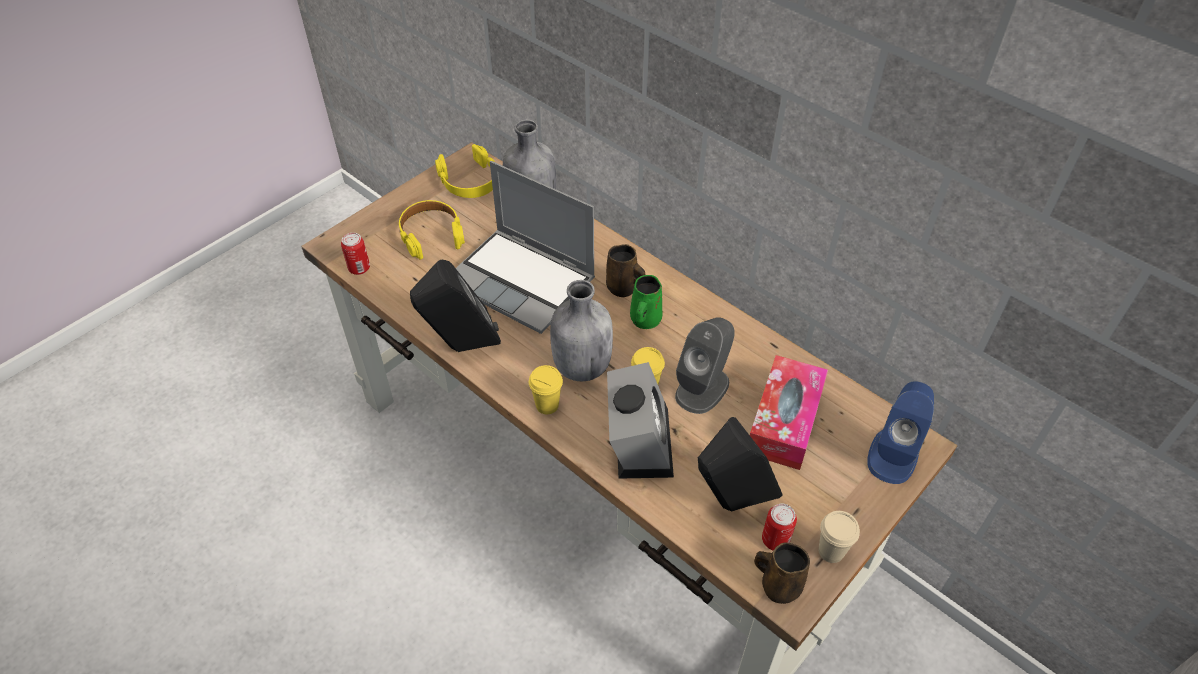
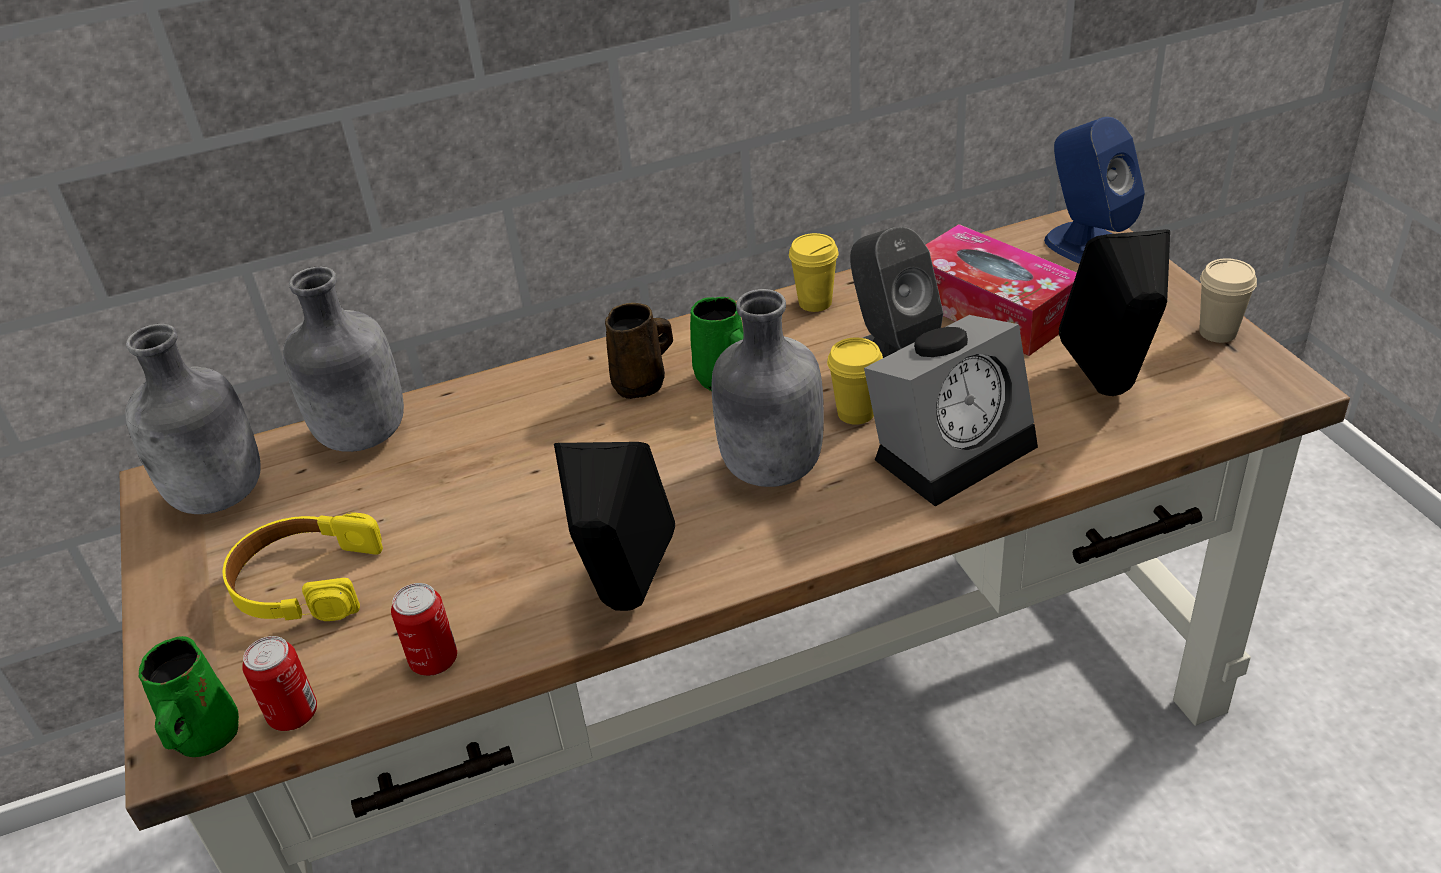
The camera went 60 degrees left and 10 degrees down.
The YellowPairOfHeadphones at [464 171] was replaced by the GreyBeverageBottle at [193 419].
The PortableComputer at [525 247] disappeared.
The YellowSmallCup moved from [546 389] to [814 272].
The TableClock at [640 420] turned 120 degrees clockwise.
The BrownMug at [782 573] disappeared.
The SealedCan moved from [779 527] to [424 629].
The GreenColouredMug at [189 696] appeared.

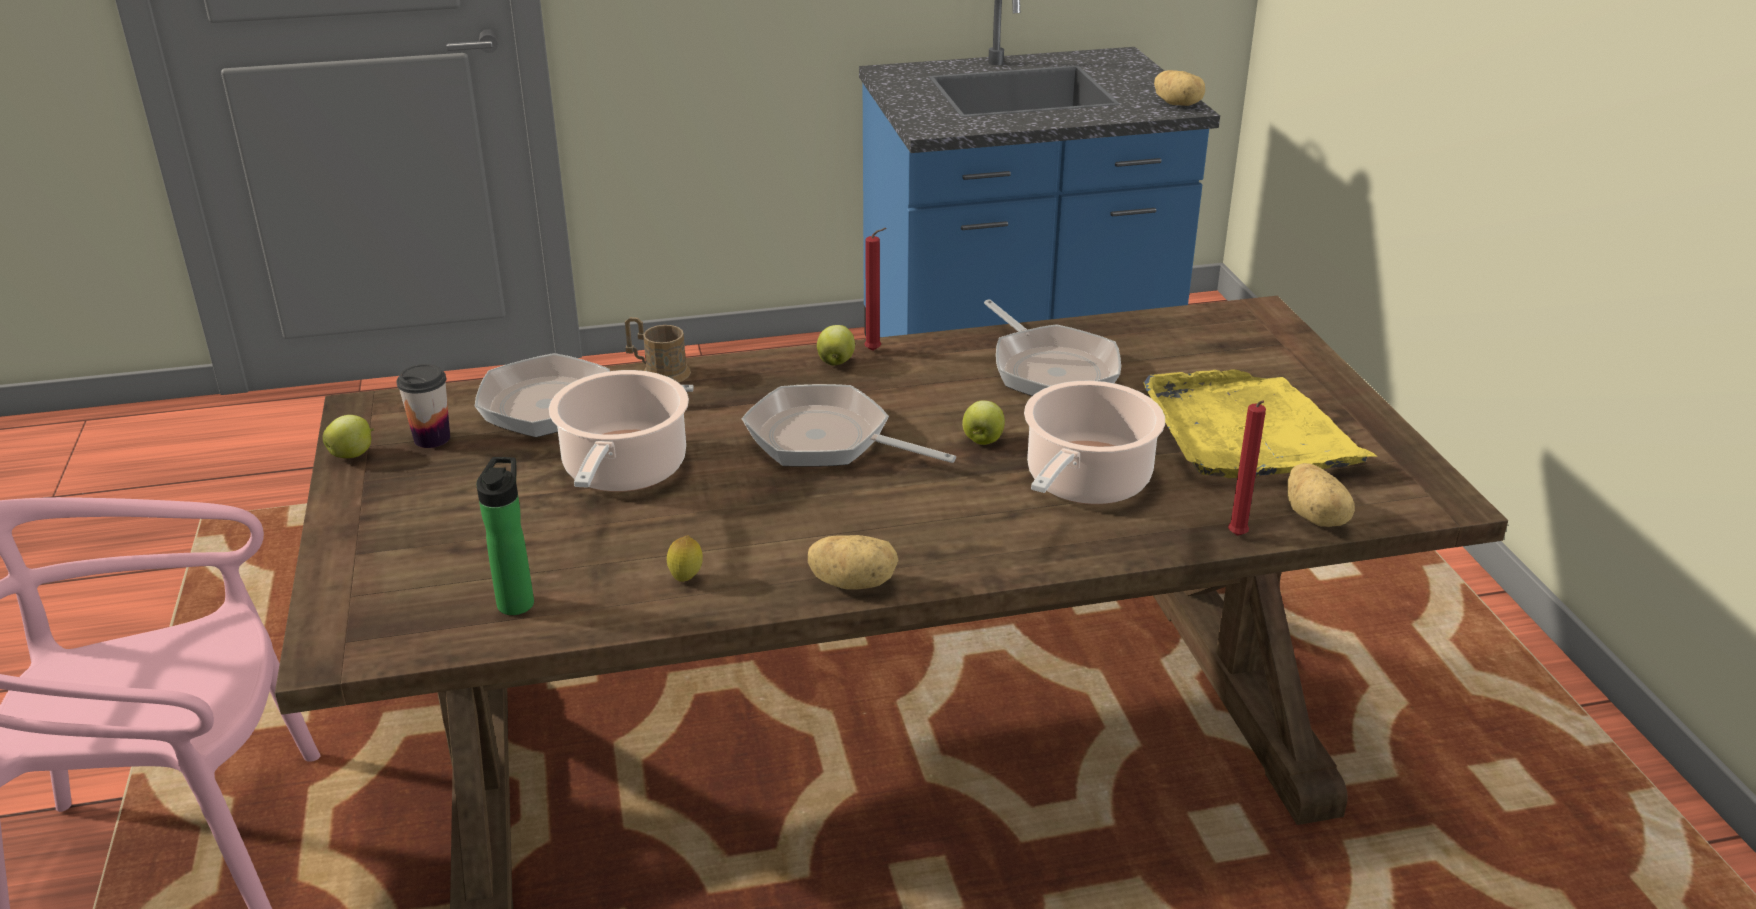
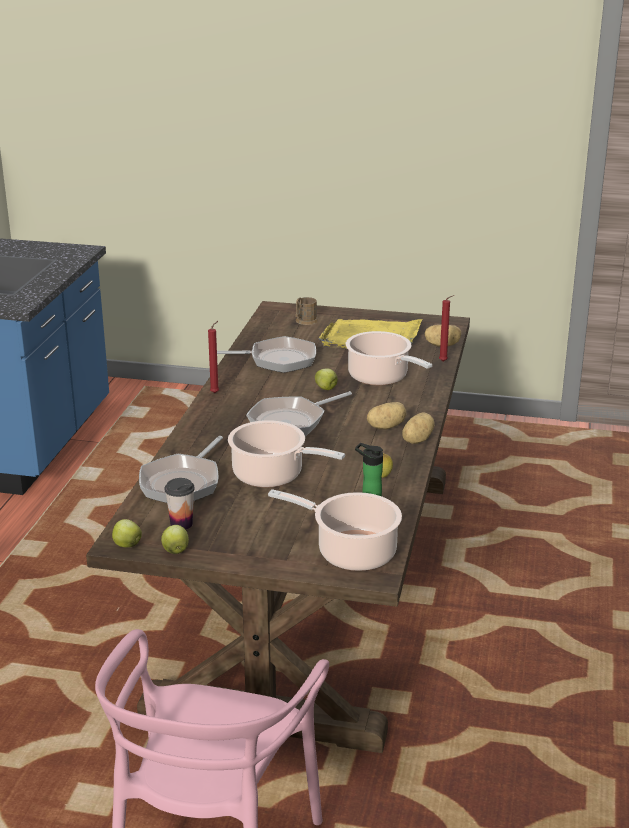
The camera went 65 degrees left and 5 degrees down.
The BrownMug moved from [658 350] to [307 311].
The AppleFruit moved from [836 345] to [127 533].
The WholePotato moved from [1179 88] to [386 416].
The Saucepot at [335 530] appeared.

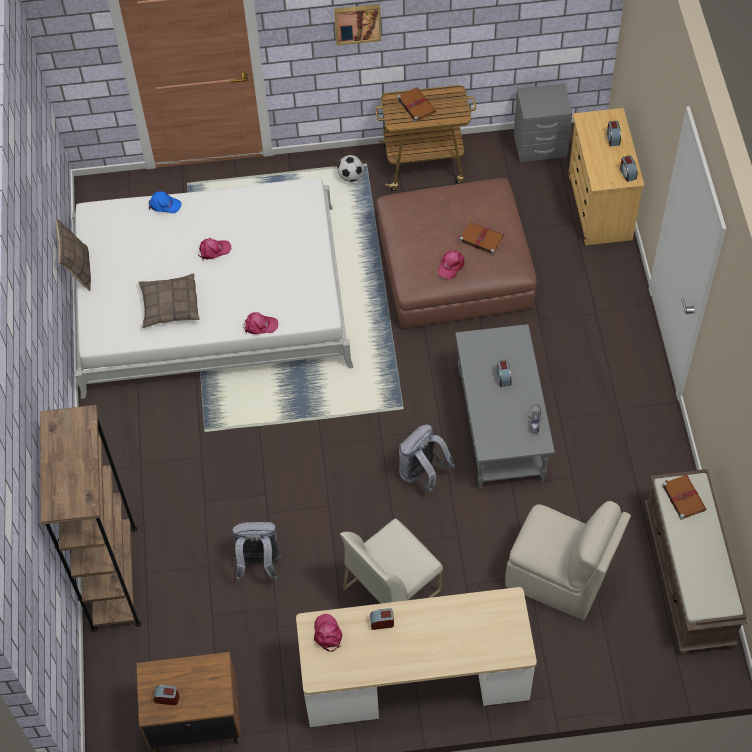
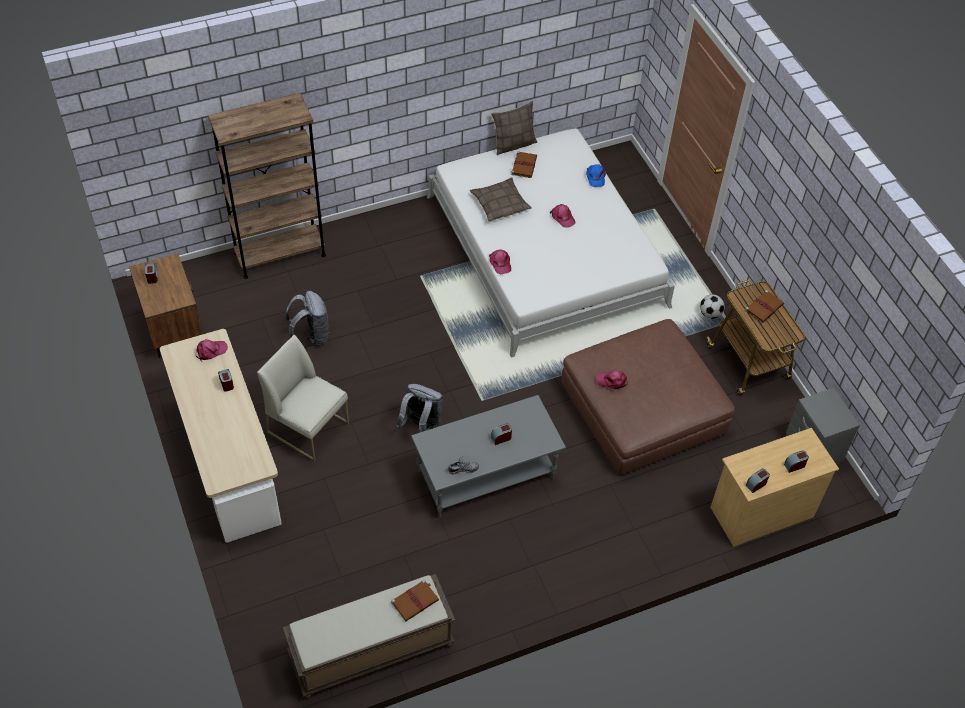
The camera went 70 degrees right and 5 degrees down.
The WallArt at [357 25] disappeared.
The BrownBoundBook moved from [481 238] to [524 164].
The BeigeChair at [568 560] disappeared.

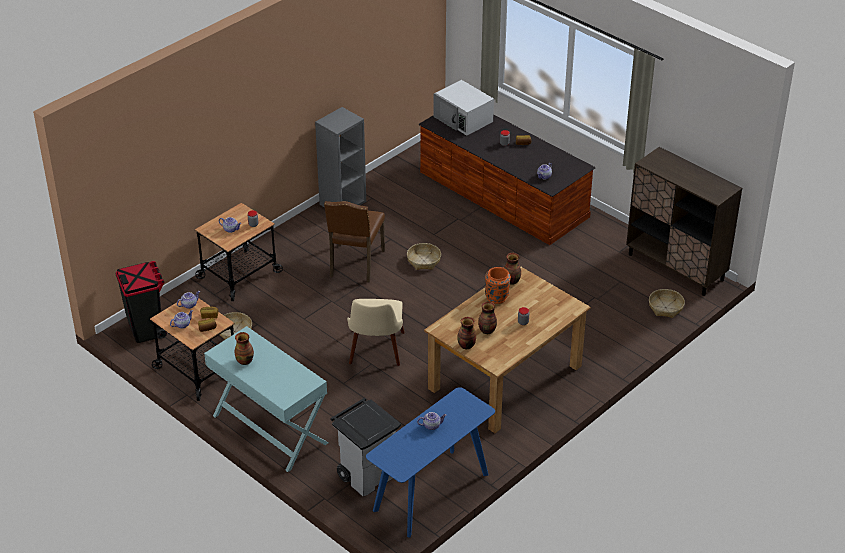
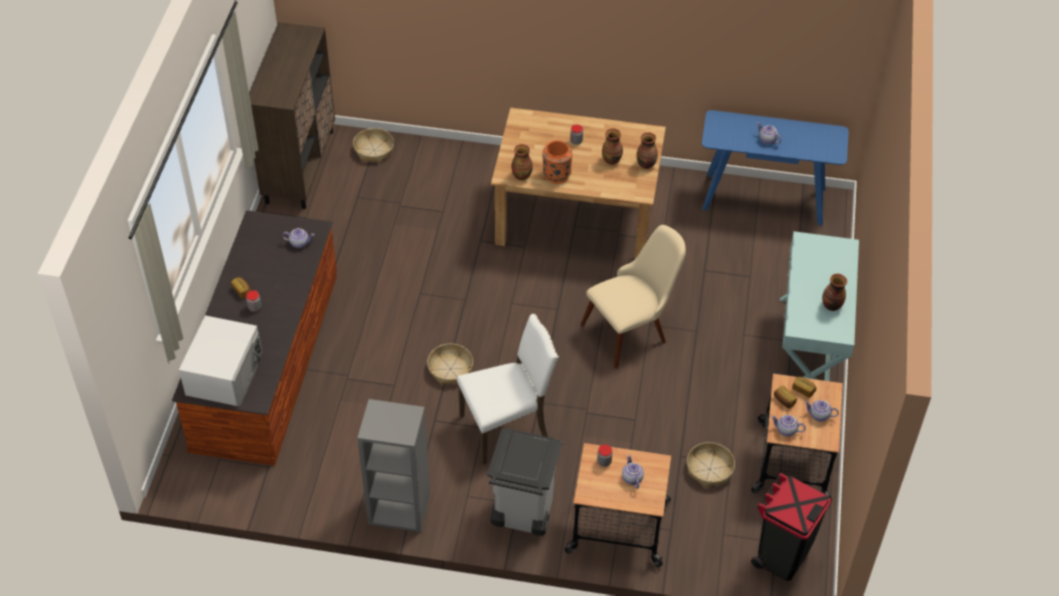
The camera went 125 degrees left and 10 degrees up.
The BrownChair at [354 241] became the WhitishChair at [508 389].
The GreyRubbishBin moved from [366 447] to [525 482].

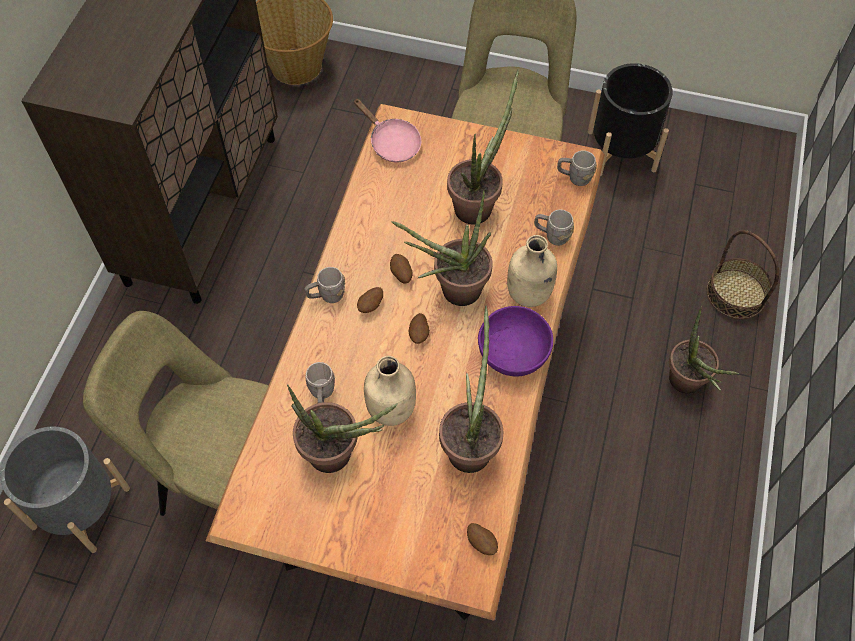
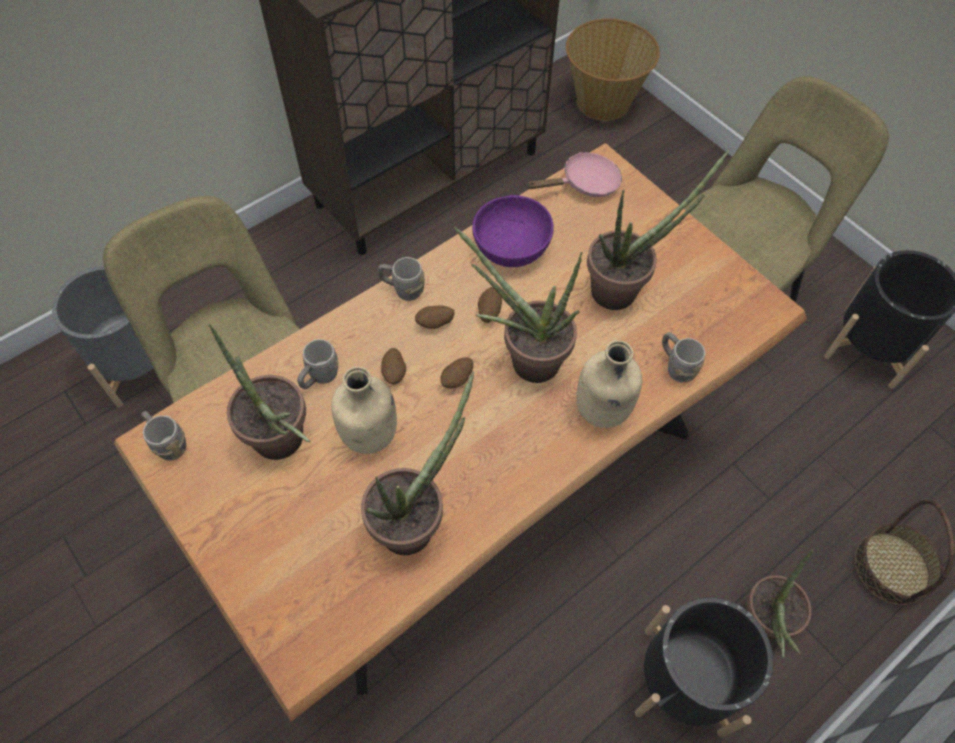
The camera went 35 degrees right and 0 degrees up.
The PinkishSkillet at [387 130] turned 105 degrees counterclockwise.
The WholePotato moved from [482 539] to [393 366].
The PurpleColouredServingBowl moved from [515 341] to [513 231].
The GreyMug moved from [577 168] to [163 435].
The BlackishPlantPot at [704 667] appeared.

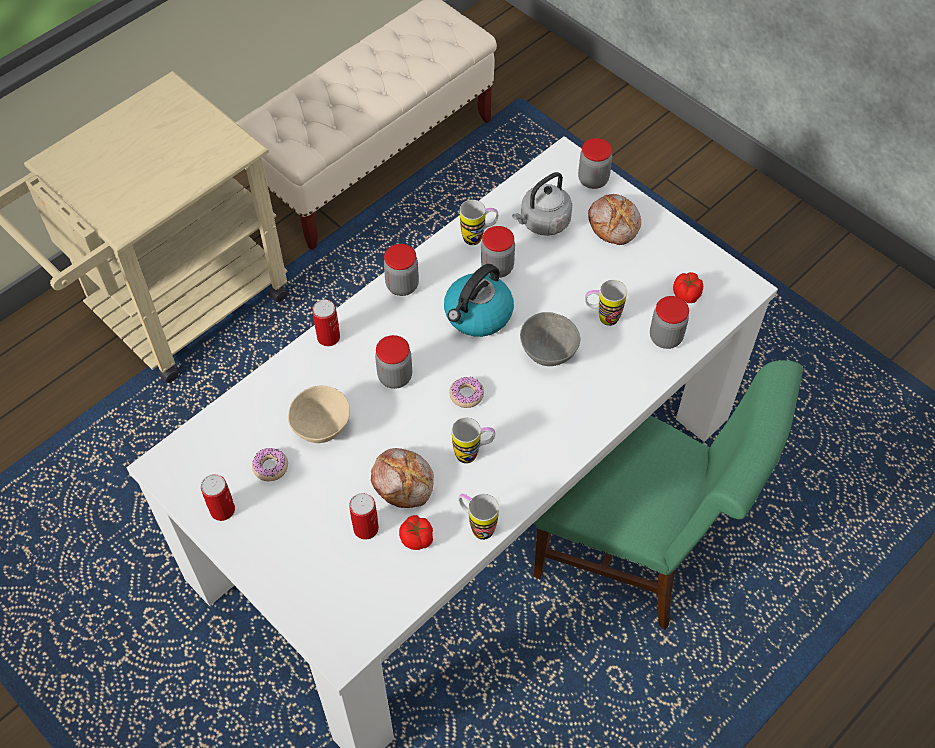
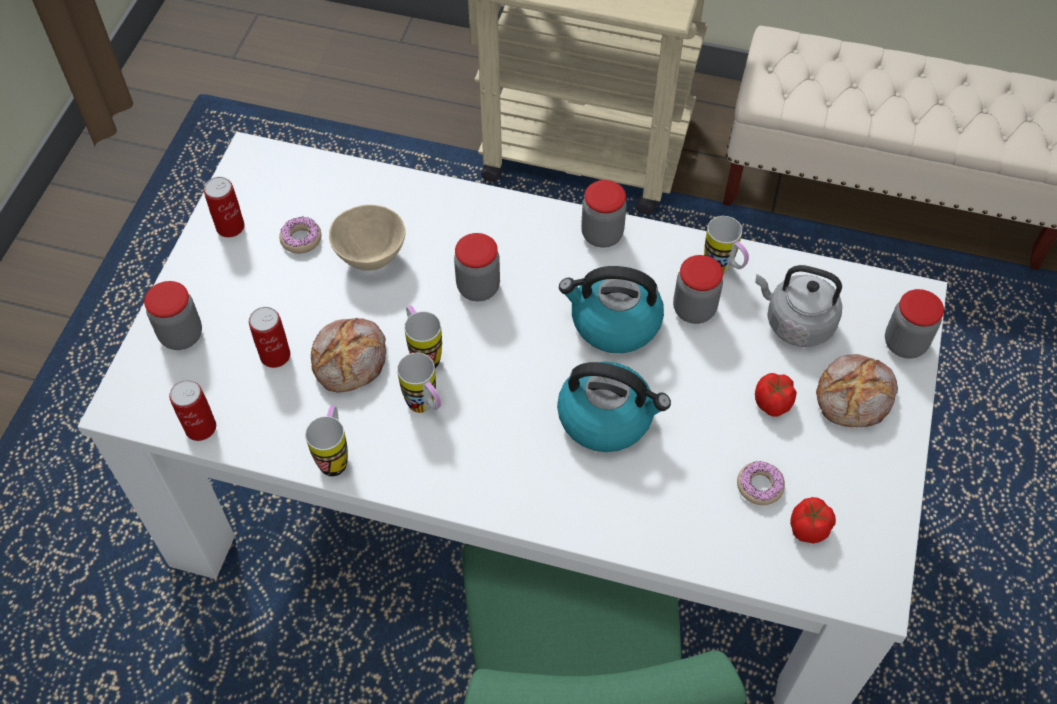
The camera went 60 degrees right and 0 degrees up.
The SealedCan moved from [326 323] to [192 410].
The WholeTomato moved from [416 532] to [776 395].
The Doughnut moved from [466 392] to [761 483].
The GreyServingBowl at [550 339] was replaced by the TeaKettle at [614 407].
The Mug moved from [606 303] to [423 336].
The StorageJar moved from [669 322] to [173 315].

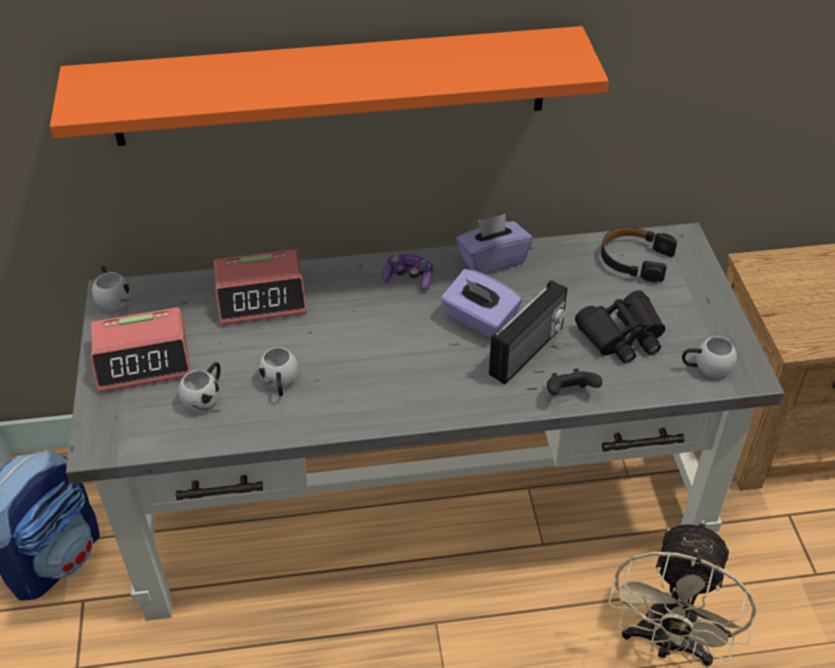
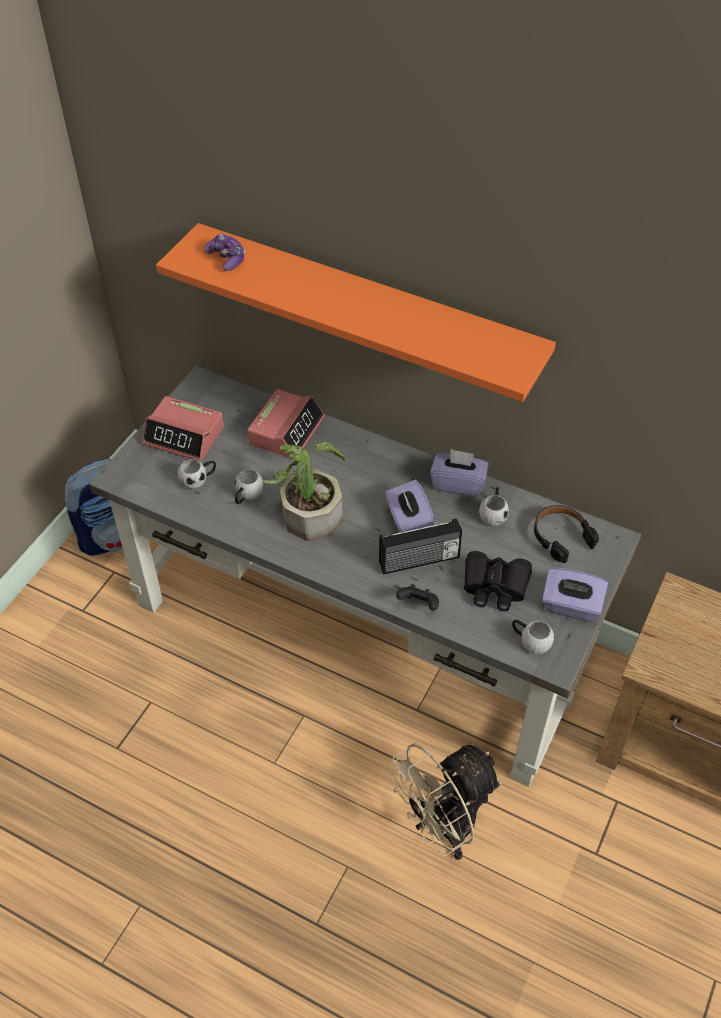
The camera went 35 degrees right and 5 degrees up.
The WhitishMug moved from [111 288] to [494 506].
The TableClock at [260 287] turned 90 degrees counterclockwise.
The Gamepad moved from [407 272] to [224 252].
The PlantInAPot at [305 491] appeared.
The PurpleColouredTissueHolder at [575 595] appeared.

